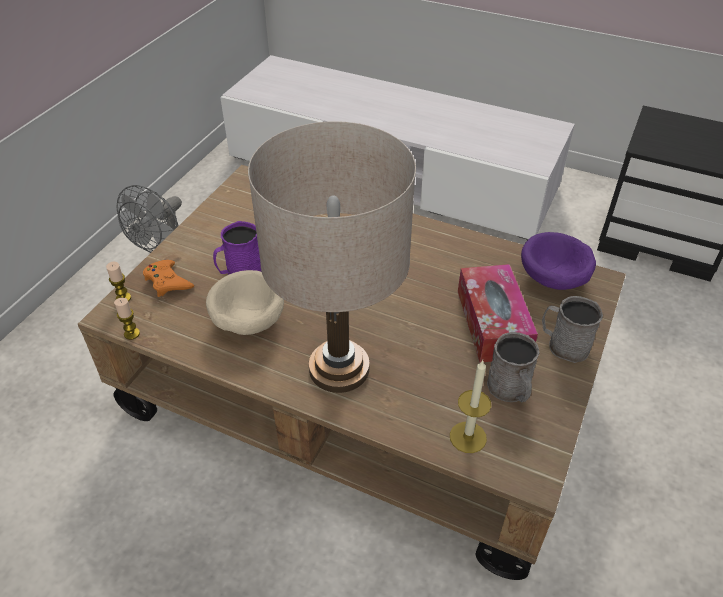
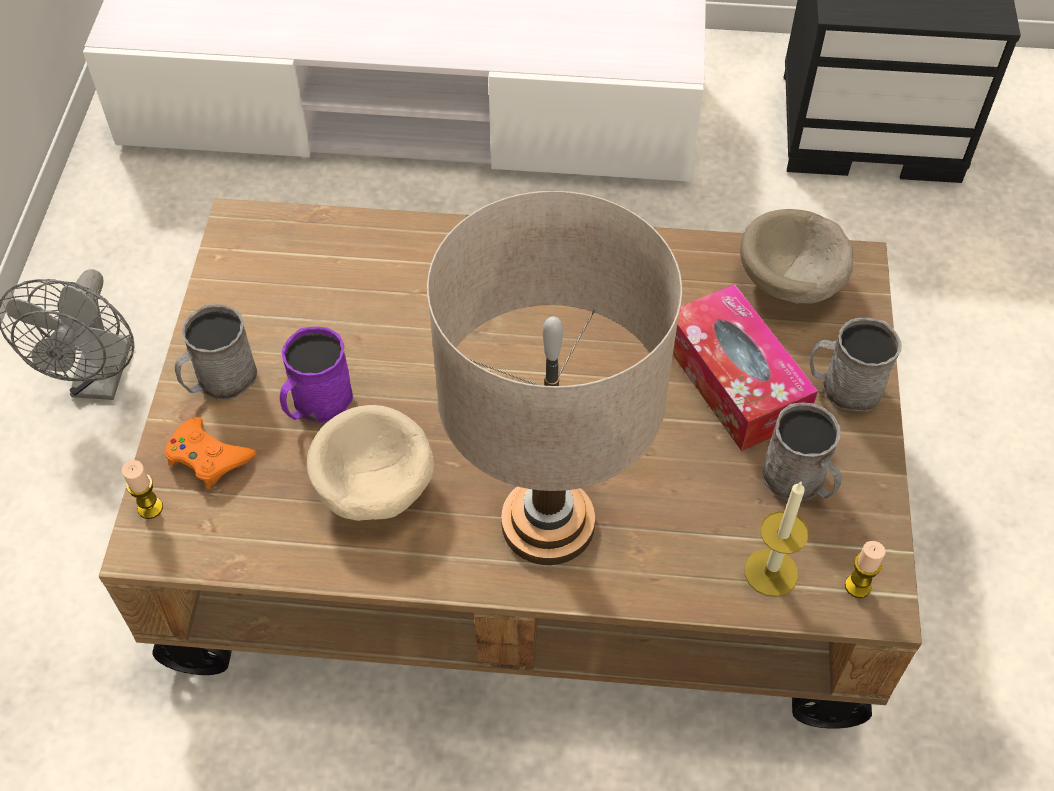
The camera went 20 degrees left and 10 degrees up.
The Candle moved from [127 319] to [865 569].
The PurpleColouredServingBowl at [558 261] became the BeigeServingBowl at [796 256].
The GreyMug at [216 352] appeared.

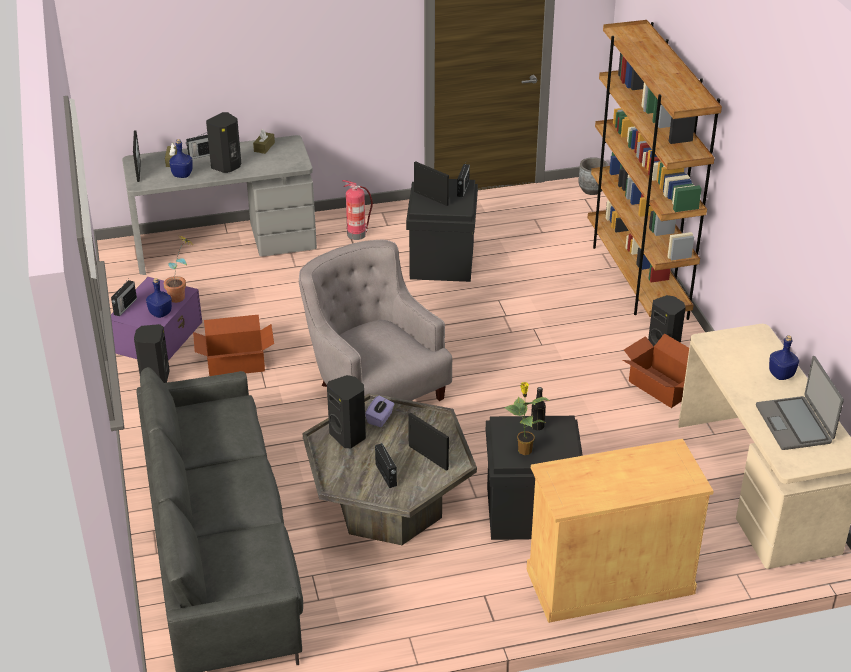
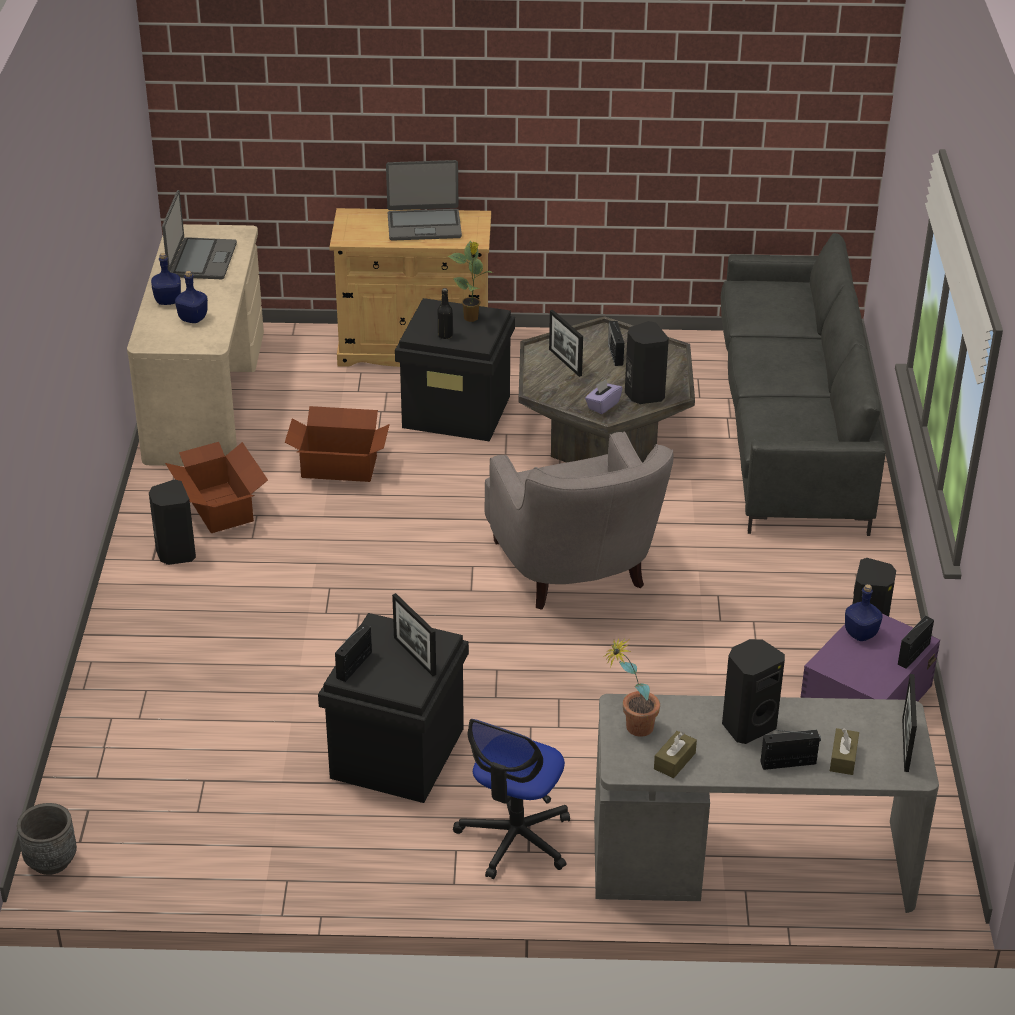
The camera went 165 degrees left and 0 degrees up.
The PlantInAPot moved from [177 269] to [631 688].
The BlueColouredBeverageBottle moved from [181 158] to [191 297].
The Carton moved from [233 345] to [337 444].
The FireFightingCylinder at [358 210] was replaced by the ComputerChair at [511 799].
The BrownBookshelf at [655 170] disappeared.
The PortableComputer at [424 200] appeared.

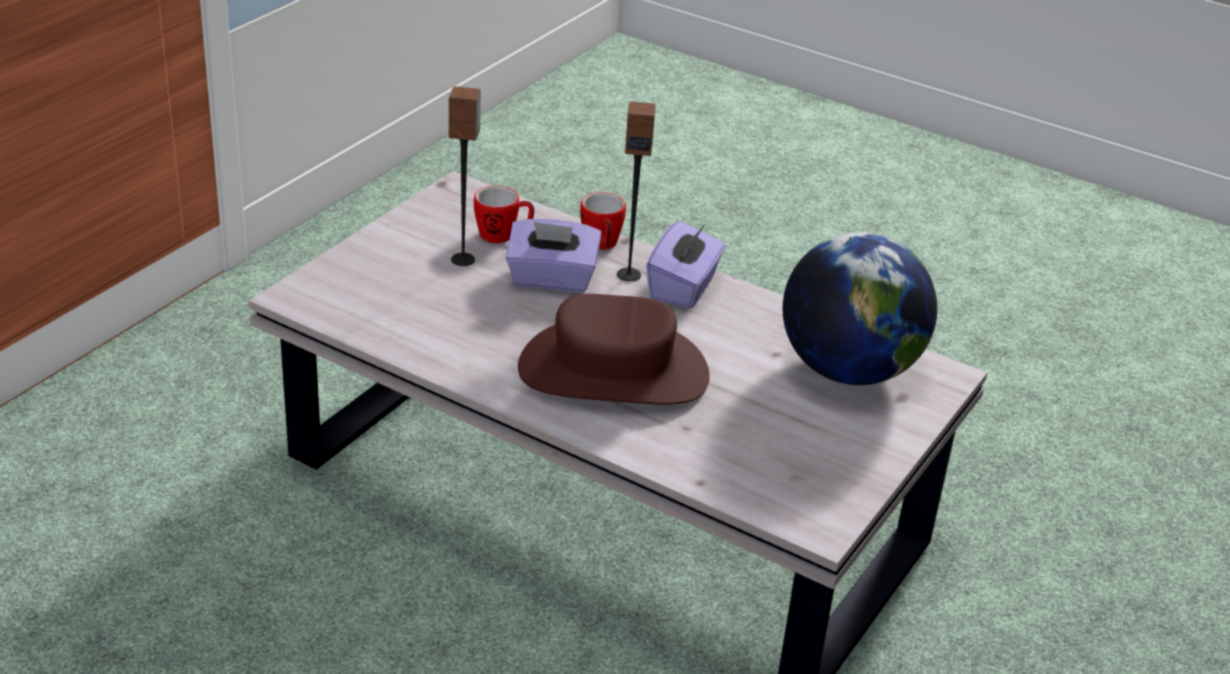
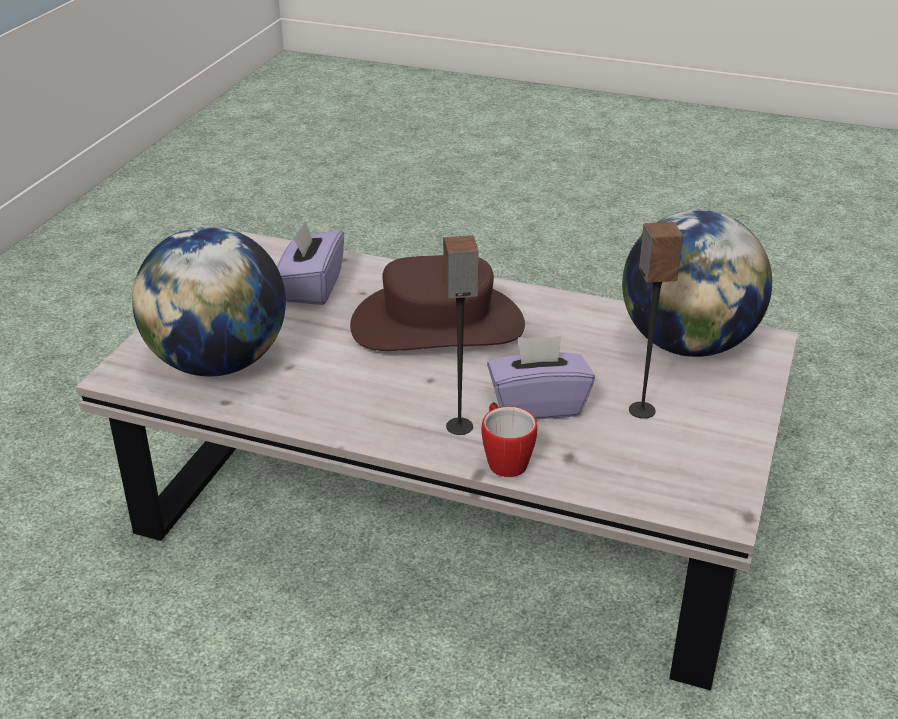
The camera went 170 degrees right and 0 degrees up.
The Mug at [504 214] disappeared.
The PurpleColouredTissueHolder moved from [686 265] to [310 263].
The DeskGlobe at [697 283] appeared.

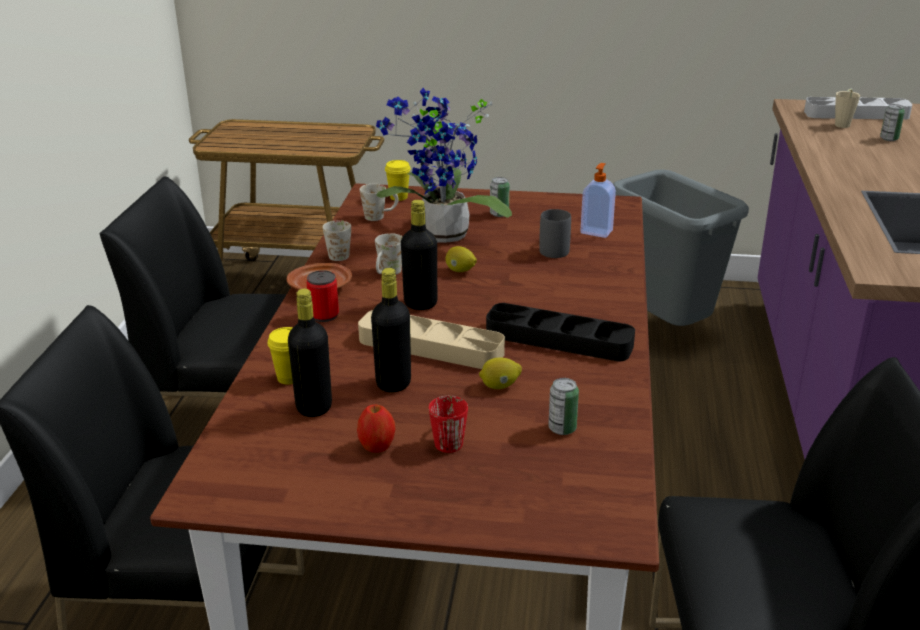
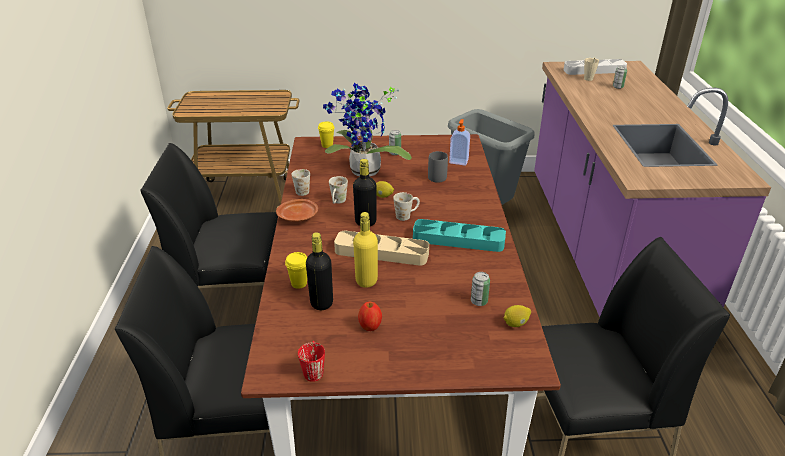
The camera went 10 degrees left and 5 degrees up.
The SealedCan at [323 296] disappeared.
The WhitishMug moved from [379 202] to [406 206].
The BlackishBeverageBottle at [391 330] became the YellowBeverageBottle at [365 250].
The RedColouredMug moved from [448 424] to [311 361].
The Lemon moved from [500 373] to [517 316].
The BlackishCarryingTray at [560 332] became the BlueGreenCarryingTray at [459 235].

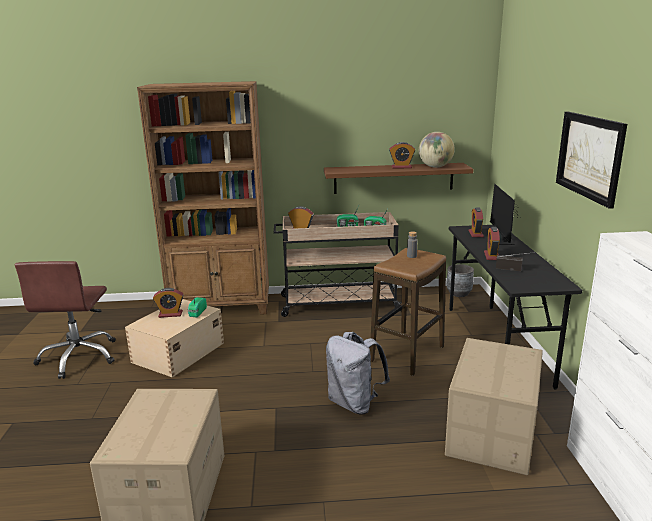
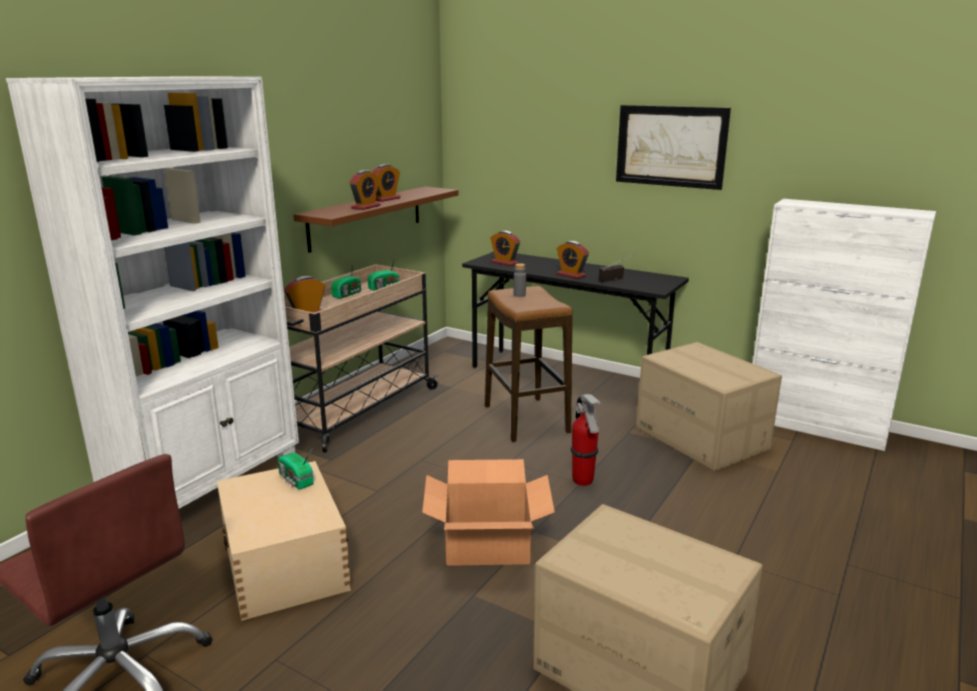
The camera went 55 degrees left and 0 degrees up.
The BrownBookshelf at [203 198] became the WhitishBookshelf at [152 292].
The TableClock moved from [168 303] to [365 190].
The GreyBackpack at [358 373] was replaced by the FireFightingCylinder at [585 440].
The DeskGlobe at [437 150] disappeared.
The GreyPlantPot at [460 280] disappeared.
The ComputerDisplay at [505 214] disappeared.
The Carton at [488 512] appeared.

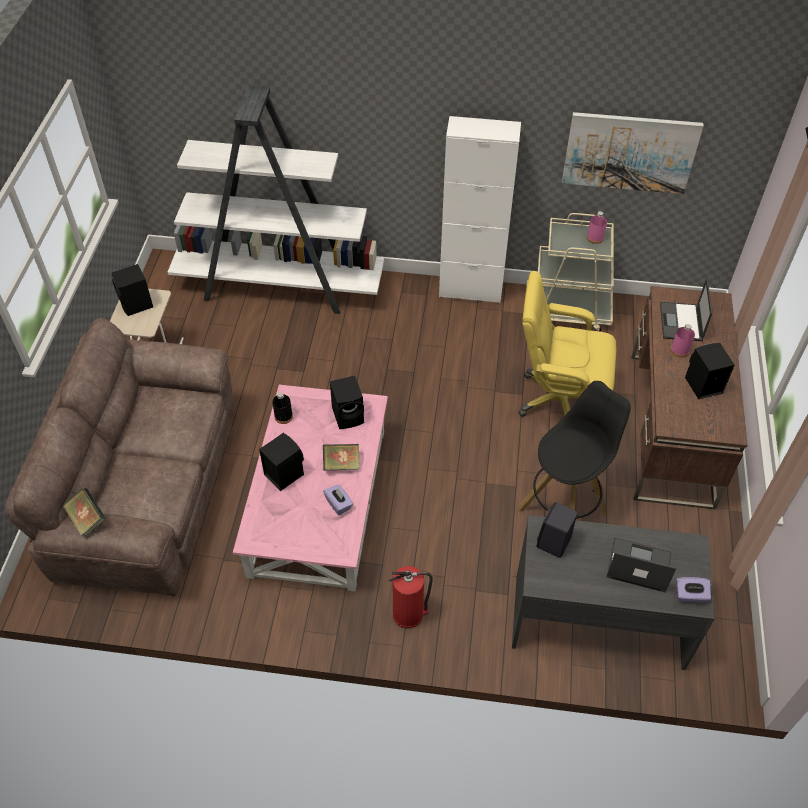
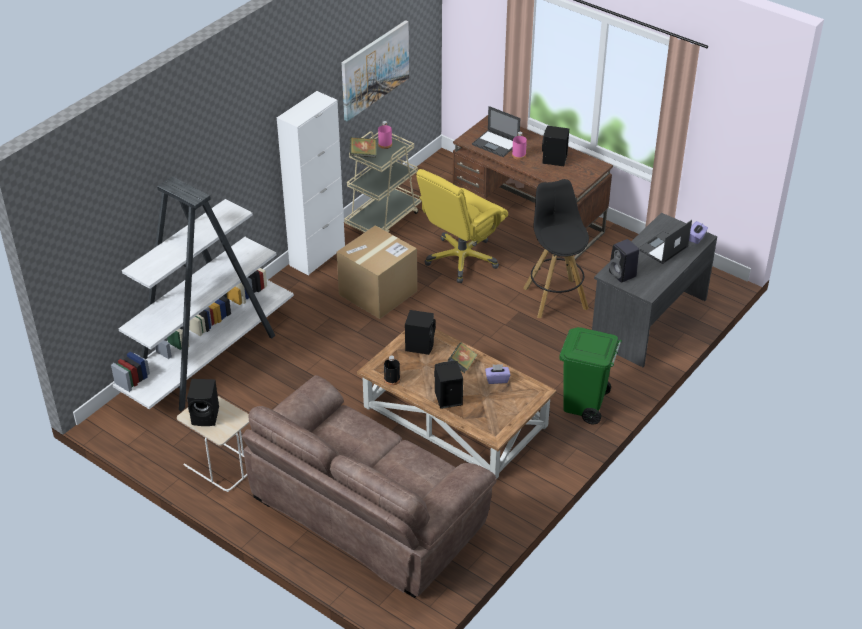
The camera went 60 degrees left and 10 degrees down.
The BoundBook moved from [84 512] to [363 147].
The PinkishLowTable at [310 488] became the BrownLowTable at [456 403].
The FireFightingCylinder at [410 597] was replaced by the GreenColouredRubbishBin at [591 375].
The Carton at [377 272] appeared.

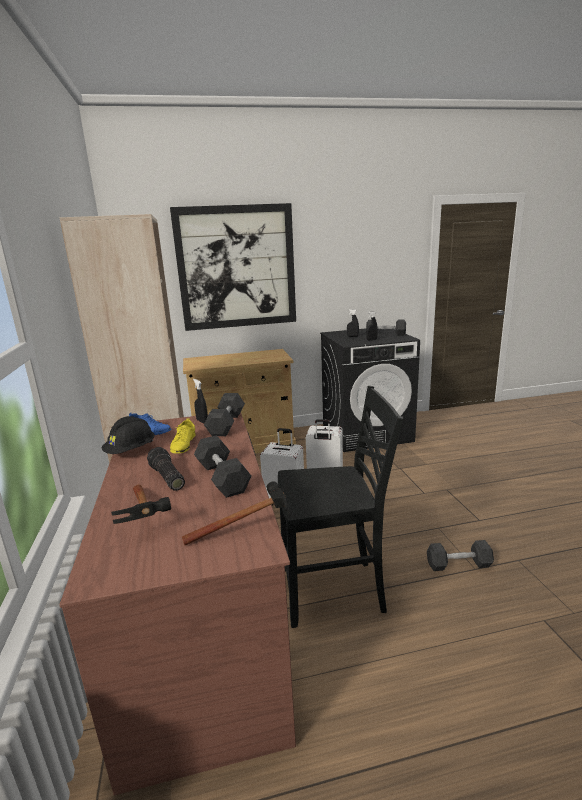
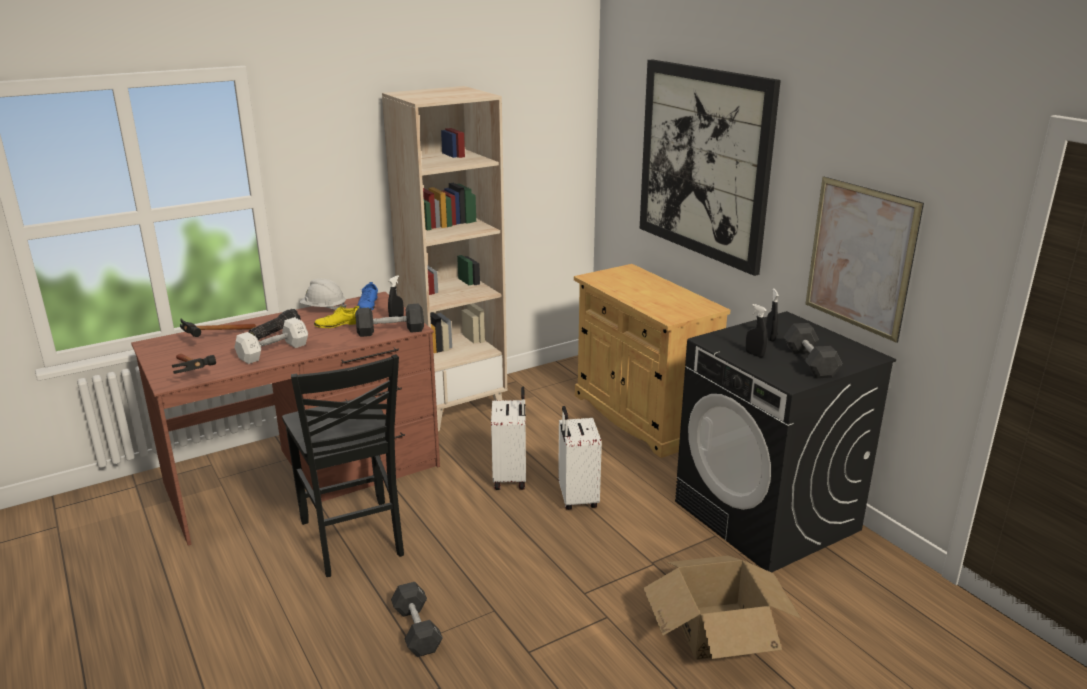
The camera went 70 degrees right and 5 degrees up.
The BlackishHardHat at [128 435] became the WhitishHardHat at [323 294].
The BlackishFreeWeight at [223 466] became the WhitishFreeWeight at [271 340].
The Carton at [722 608] appeared.
The WallArt at [864 260] appeared.

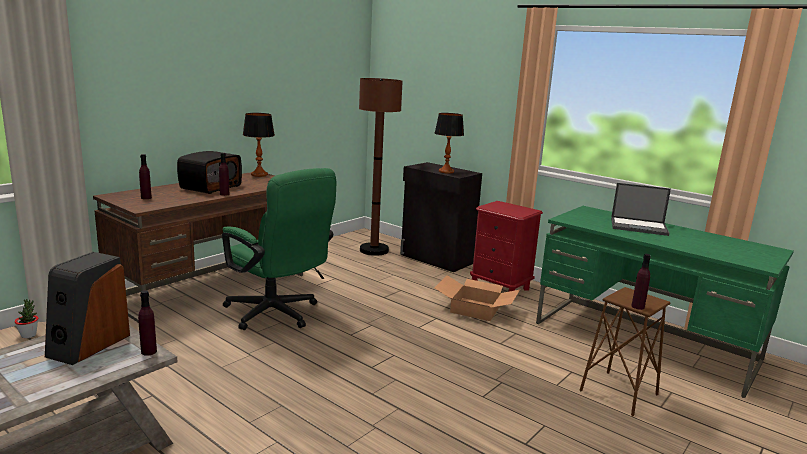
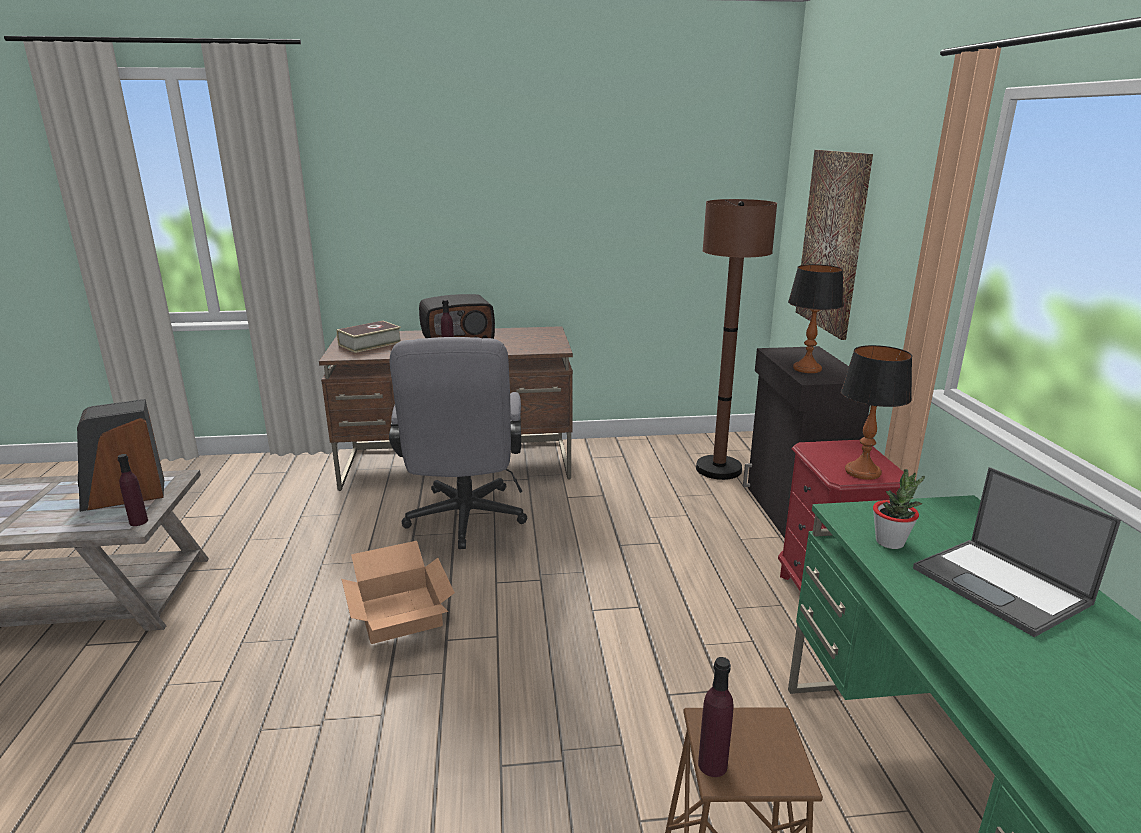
The camera went 45 degrees right and 5 degrees up.
The PlantInAPot moved from [26 318] to [899 509].
The PurpleColouredBeverageBottle at [145 176] was replaced by the BoundBook at [369 337].
The GreenColouredComputerChair at [279 249] became the GreyComputerChair at [458 443].
The TableLamp moved from [259 145] to [876 412].
The Carton moved from [477 298] to [398 592].
The WallArt at [834 245] appeared.

